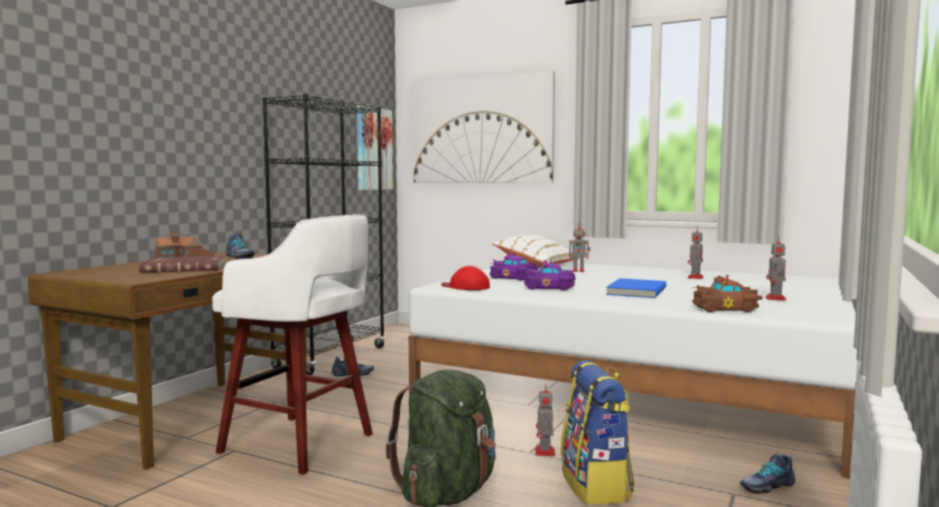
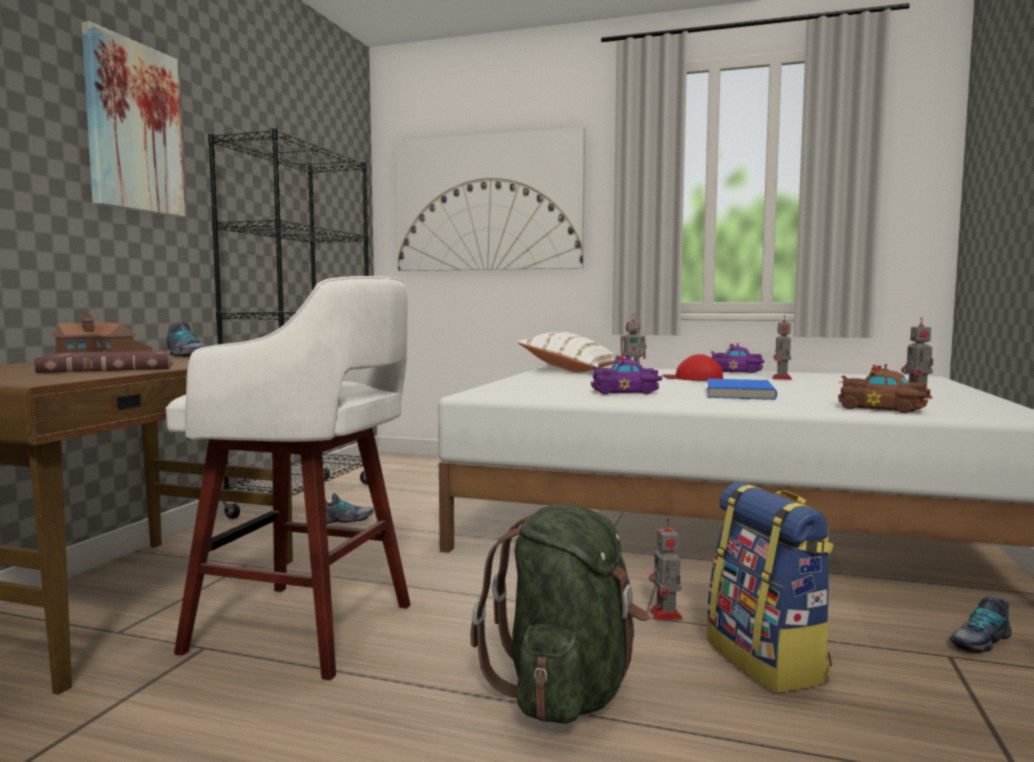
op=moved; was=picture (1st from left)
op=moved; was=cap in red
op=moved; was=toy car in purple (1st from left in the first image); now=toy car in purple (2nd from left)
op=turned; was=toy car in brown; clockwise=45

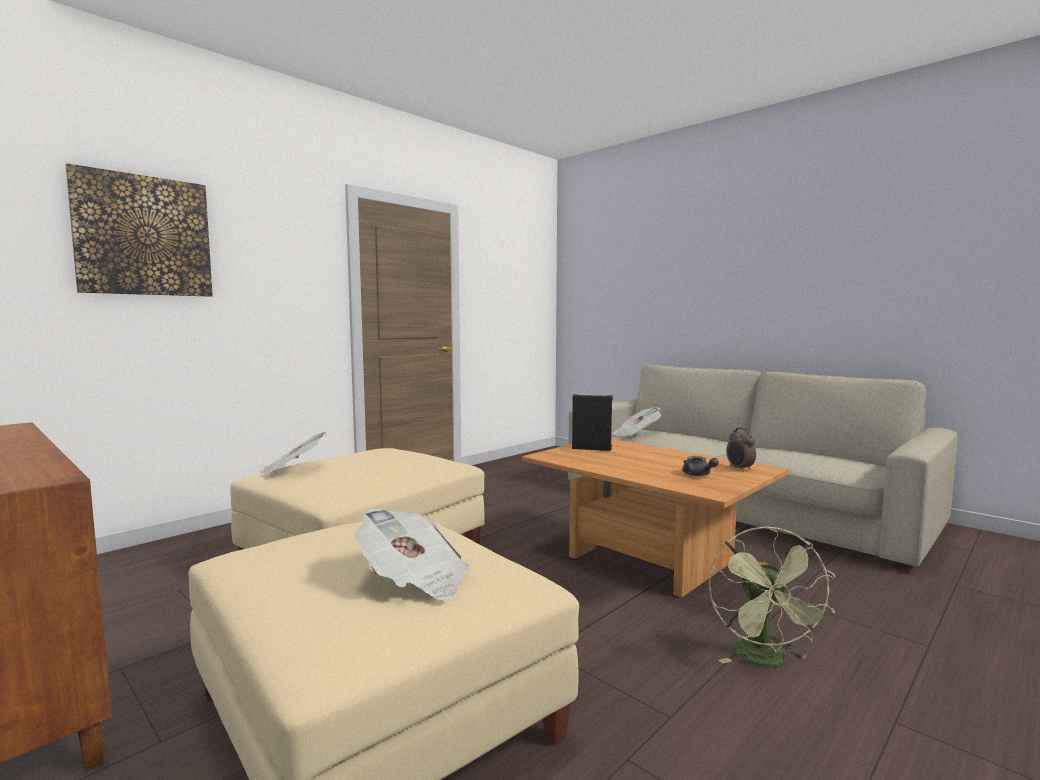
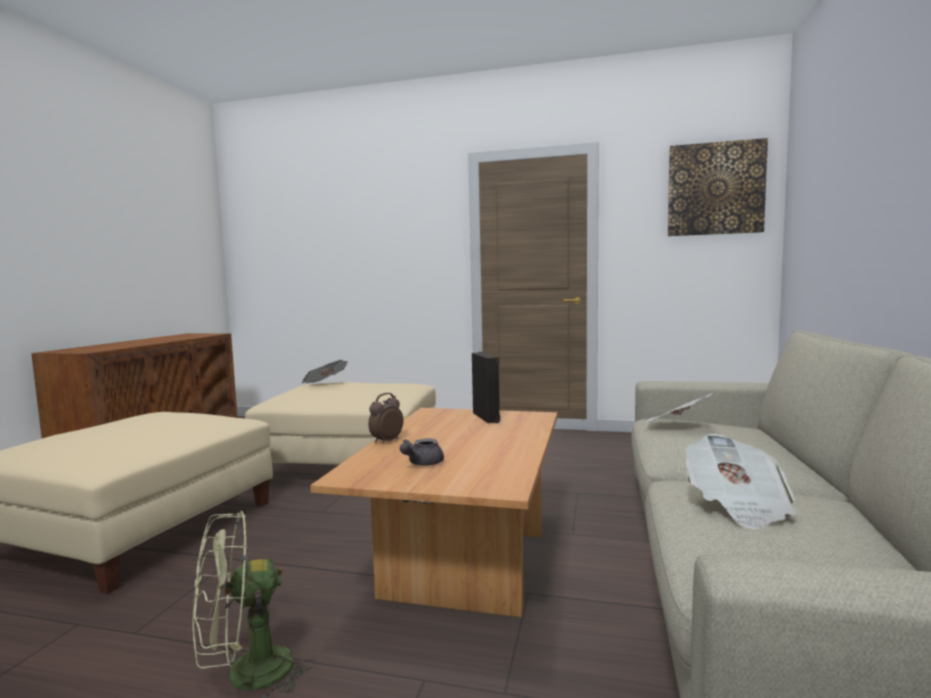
op=moved; was=alarm clock
op=moved; was=picture
op=moved; was=newspaper (2nd from left in the first image); now=newspaper (3rd from left)

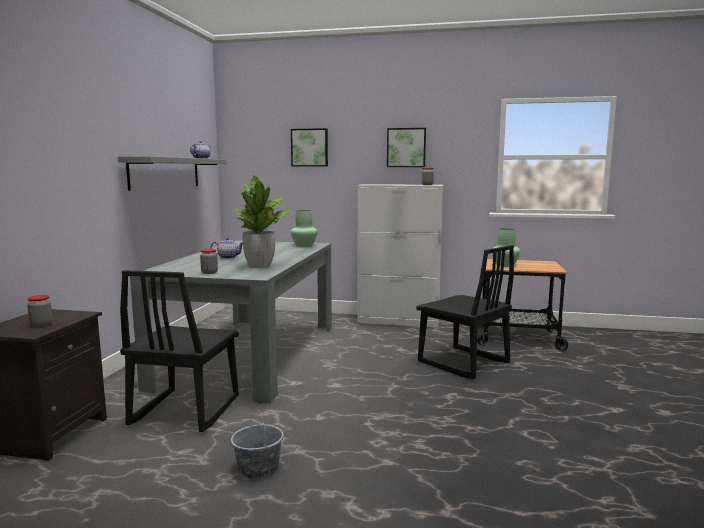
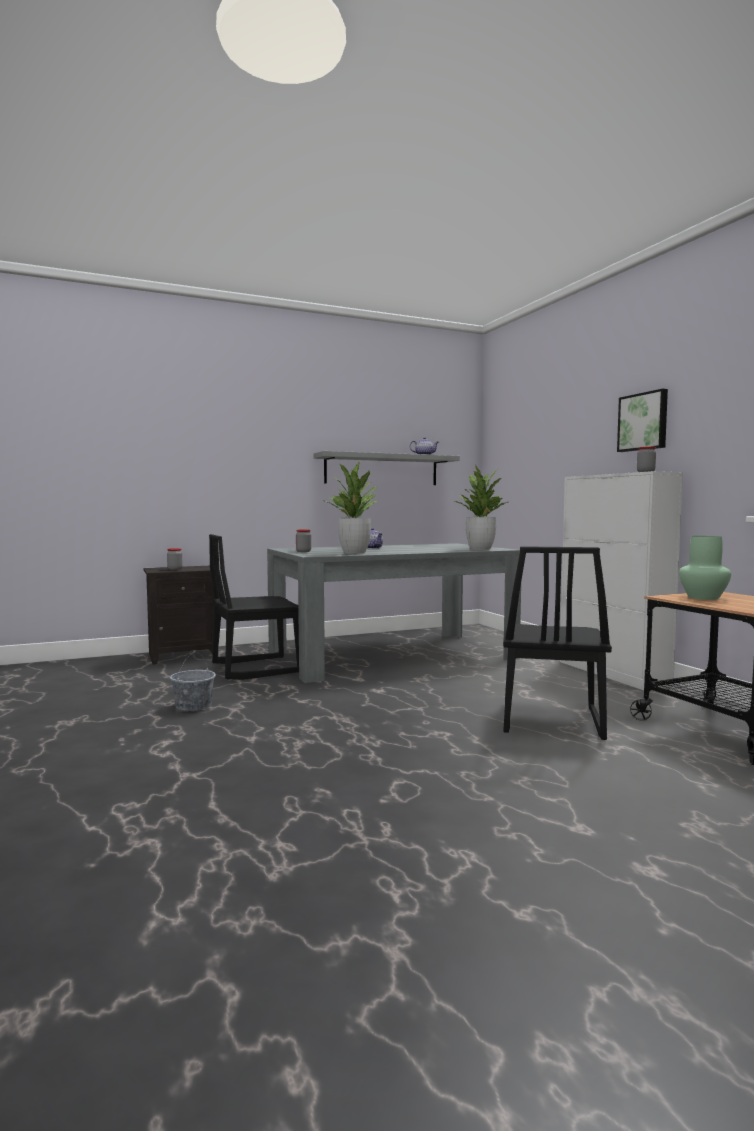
op=replaced; was=vase in green (1st from left); now=potted plant (2nd from left)
op=removed; was=picture (1st from left)

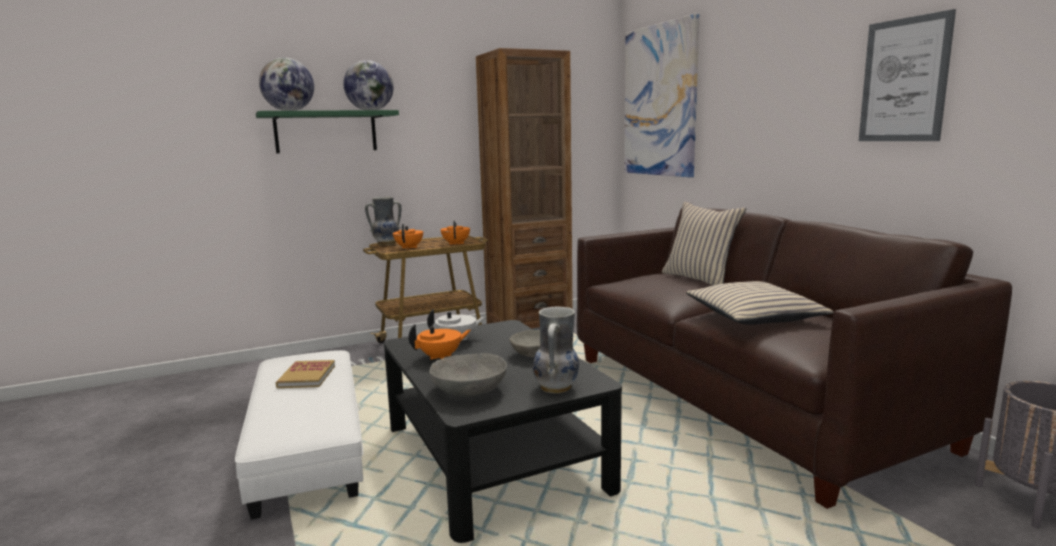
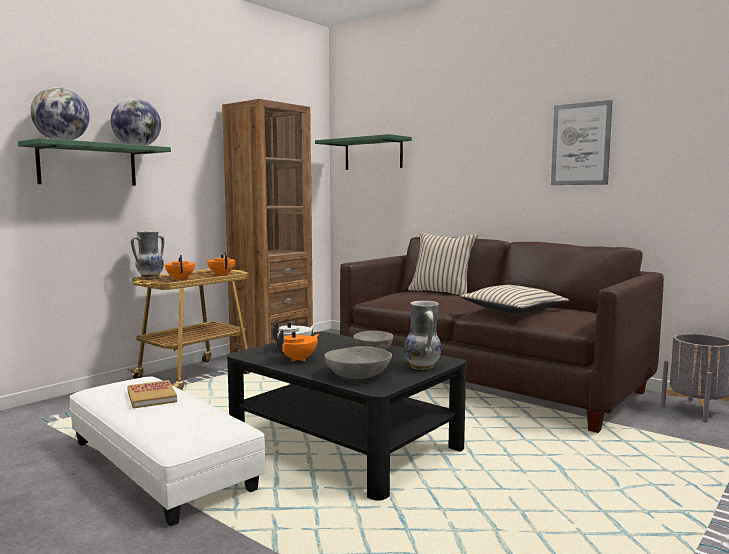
op=replaced; was=picture (1st from left); now=shelf in green (2nd from left)

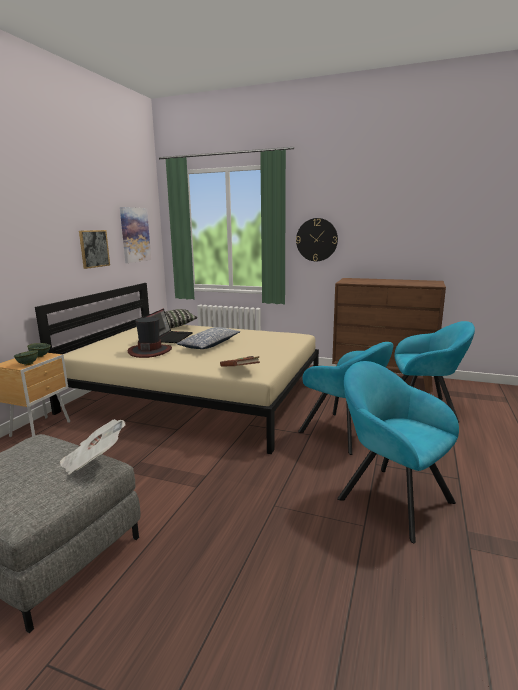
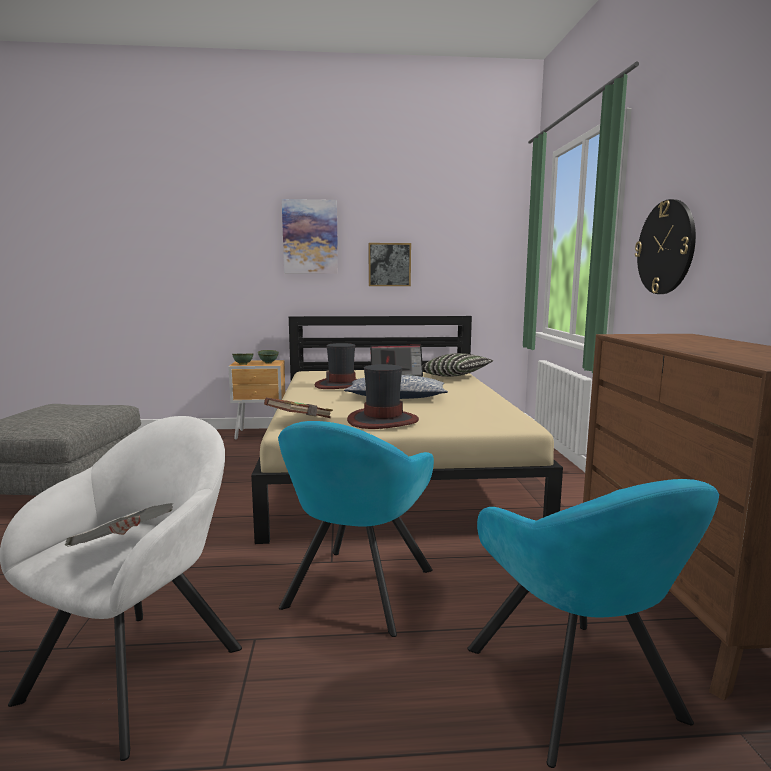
op=recoloured; was=armchair in turquoise (2nd from left); now=armchair in white
op=moved; was=newspaper
op=moved; was=picture (2nd from left in the first image); now=picture (1st from left)
op=added; now=hat (2nd from left)

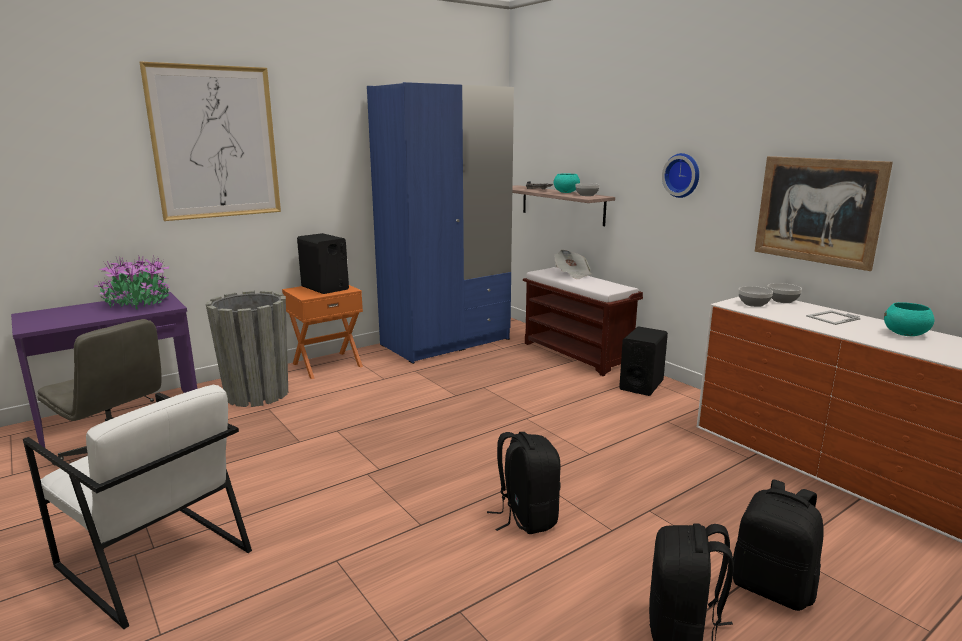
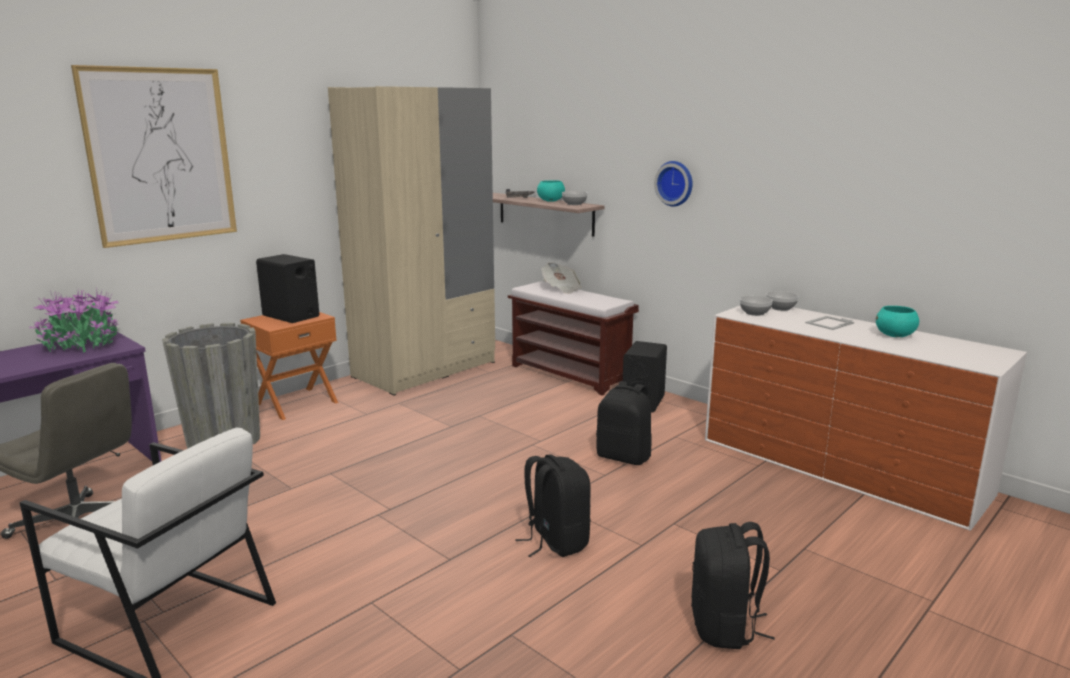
op=recoloured; was=wardrobe in blue; now=wardrobe in beige
op=moved; was=backpack in black (3rd from left in the first image); now=backpack in black (2nd from left)
op=removed; was=picture (2nd from left)

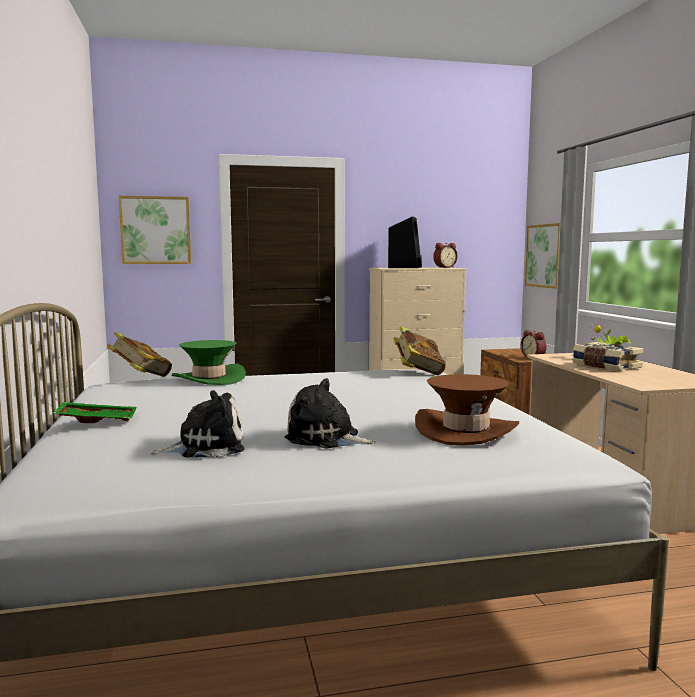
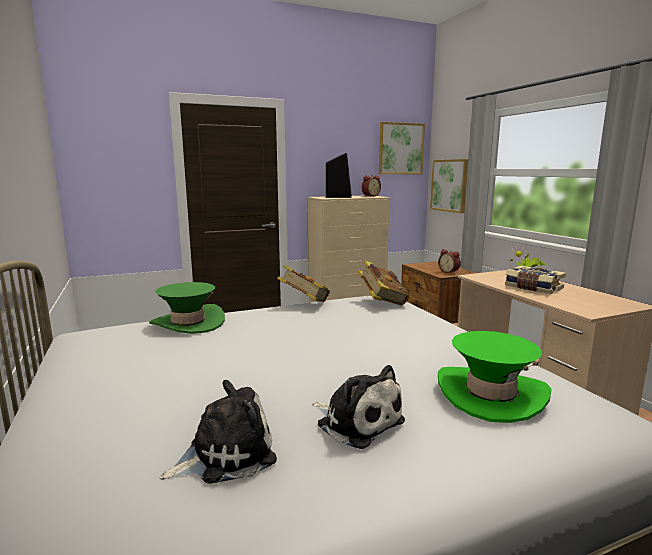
op=moved; was=book (1st from left)
op=turned; was=plush toy (2nd from left); clockwise=-150
op=moved; was=picture (1st from left)
op=recoloured; was=hat in brown; now=hat in green (2nd from left)
op=removed; was=tray in green

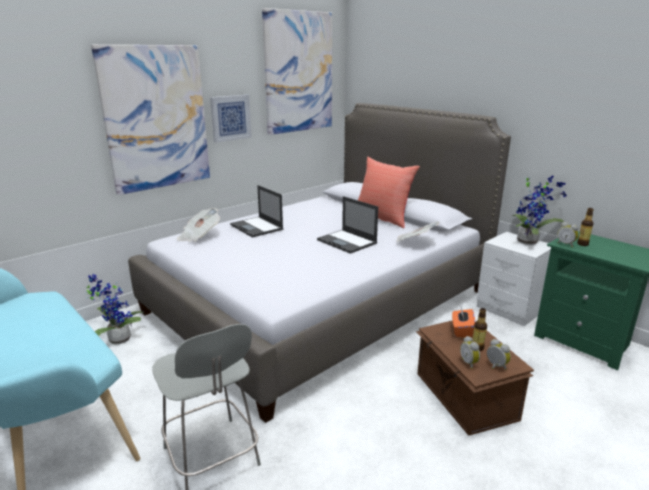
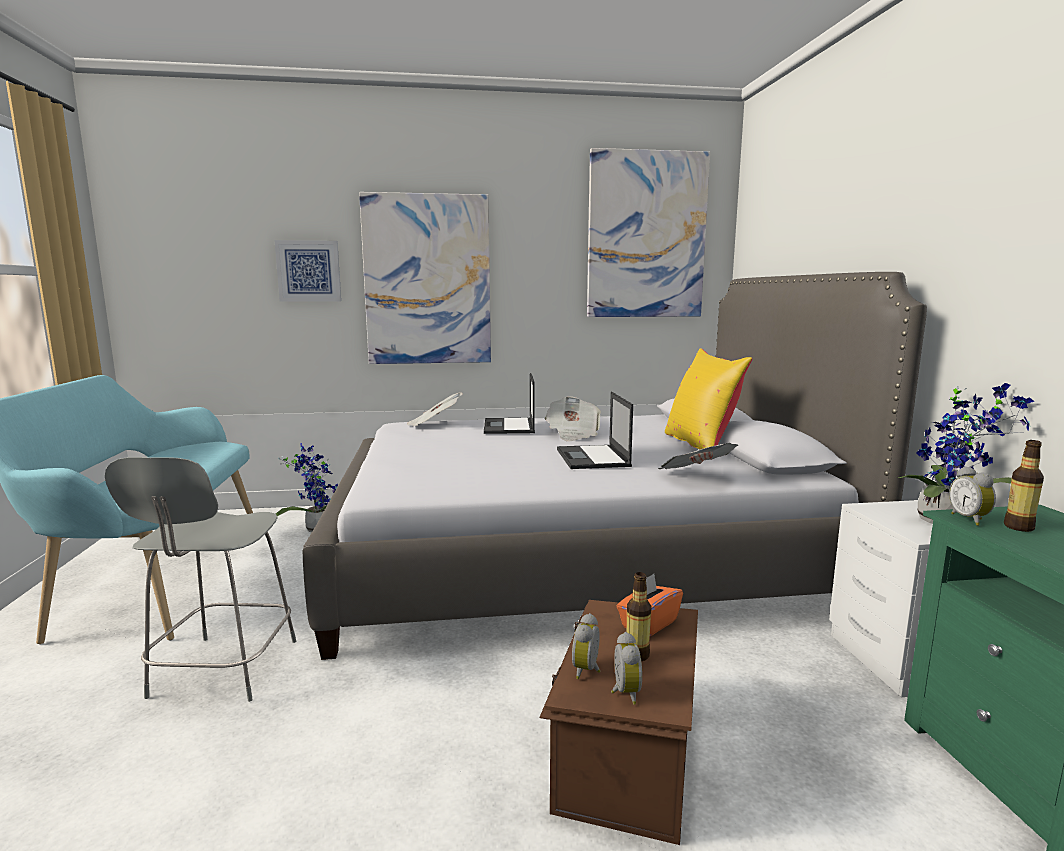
op=moved; was=picture (2nd from left in the first image); now=picture (1st from left)
op=added; now=newspaper (2nd from left)
op=recoloured; was=pillow in red; now=pillow in yellow

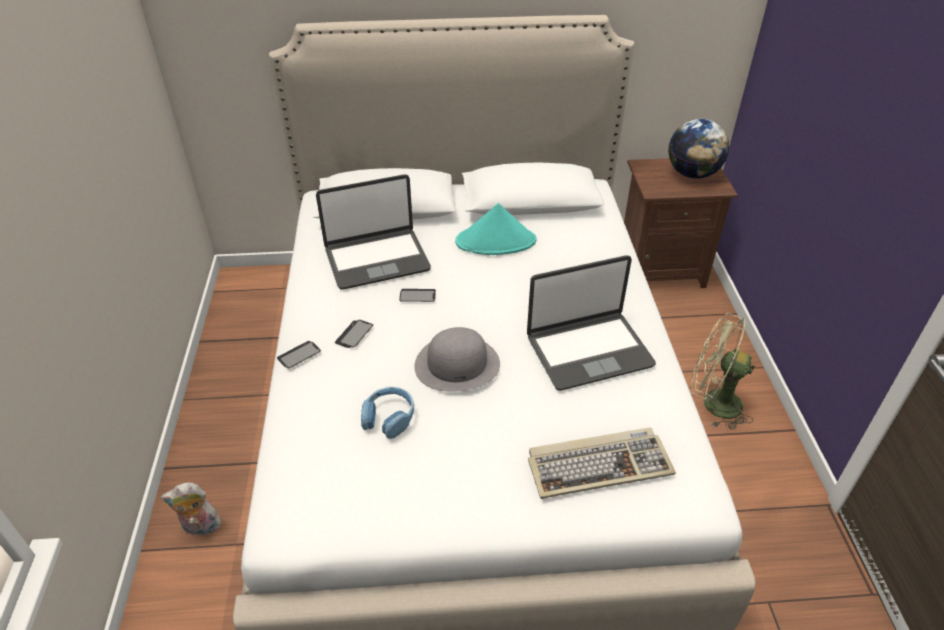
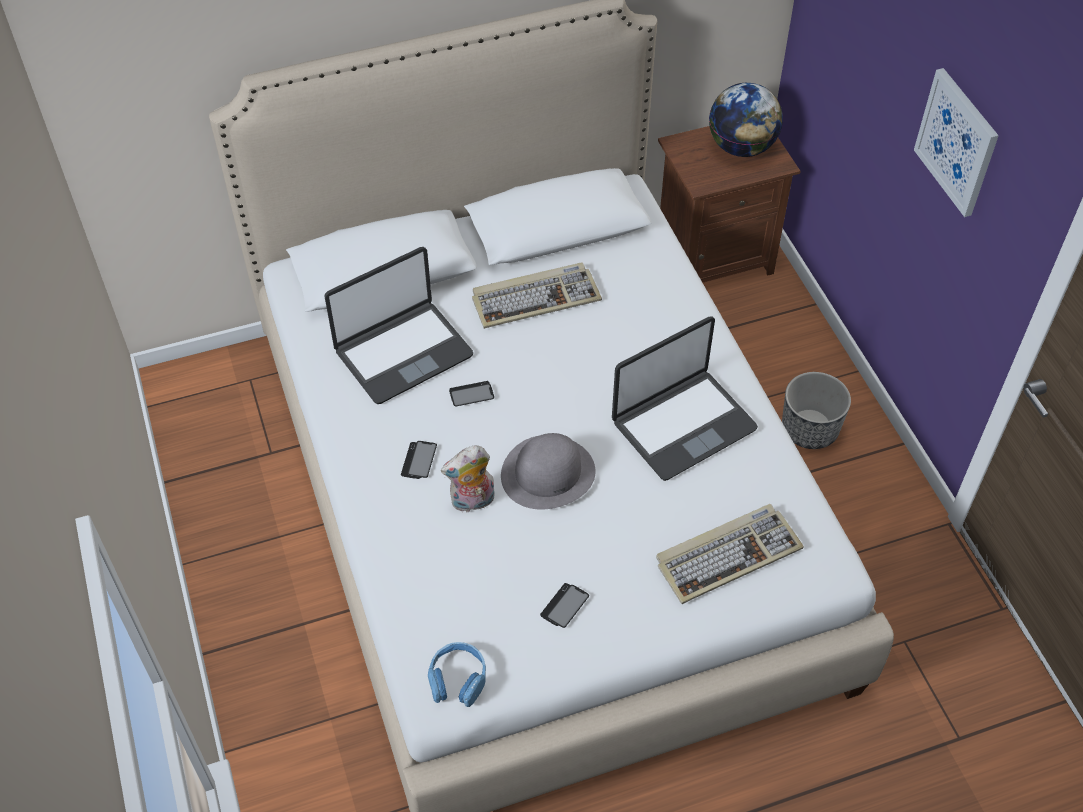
op=moved; was=headphones in blue
op=moved; was=plush toy
op=replaced; was=hat in turquoise; now=keyboard (1st from left)
op=moved; was=phone (1st from left in the first image); now=phone (3rd from left)
op=replaced; was=fan in green; now=planter
op=added; now=picture

